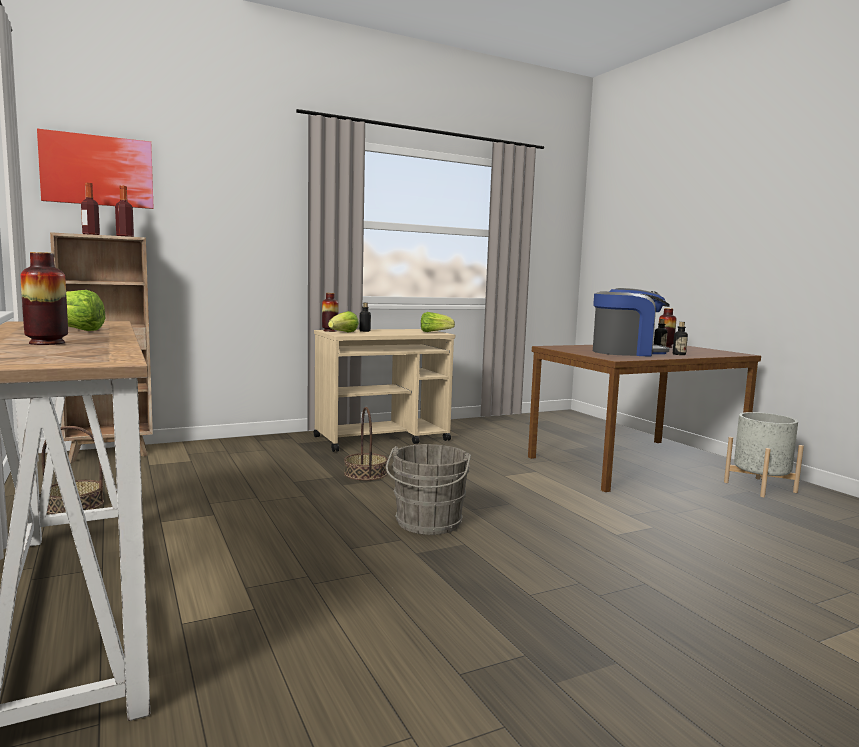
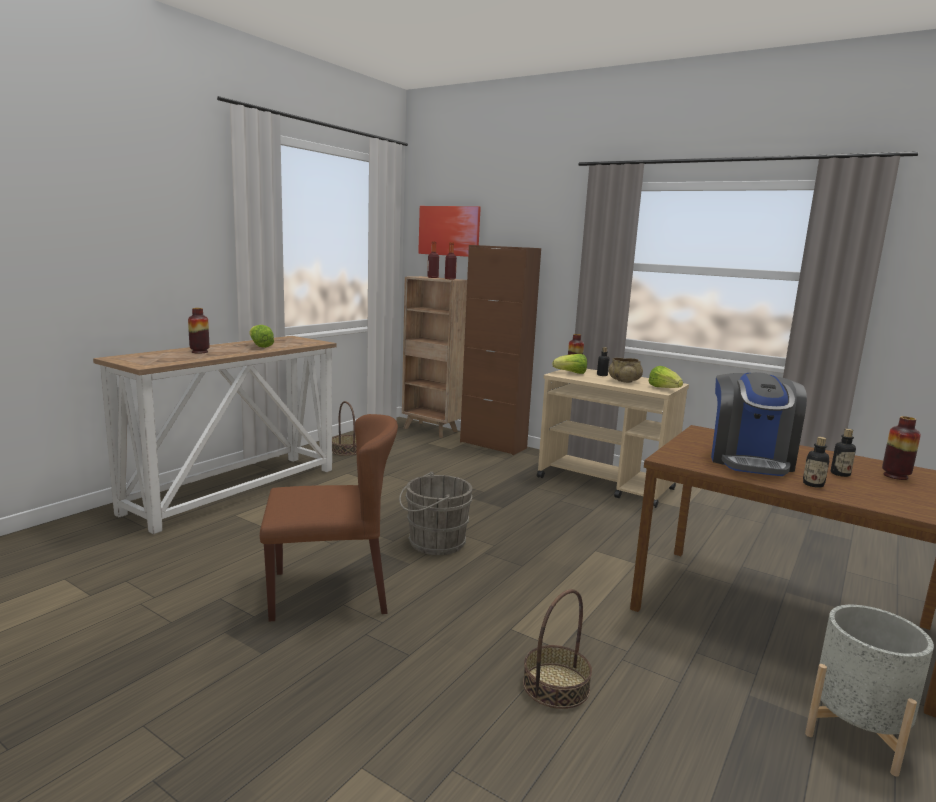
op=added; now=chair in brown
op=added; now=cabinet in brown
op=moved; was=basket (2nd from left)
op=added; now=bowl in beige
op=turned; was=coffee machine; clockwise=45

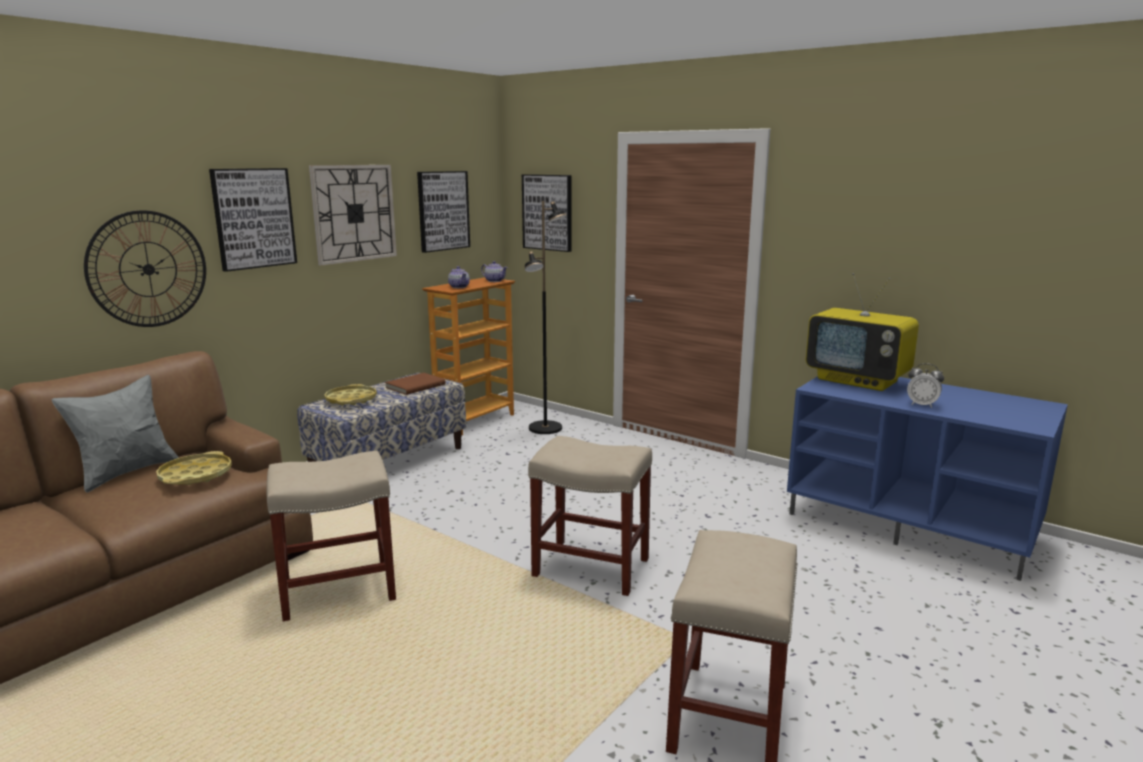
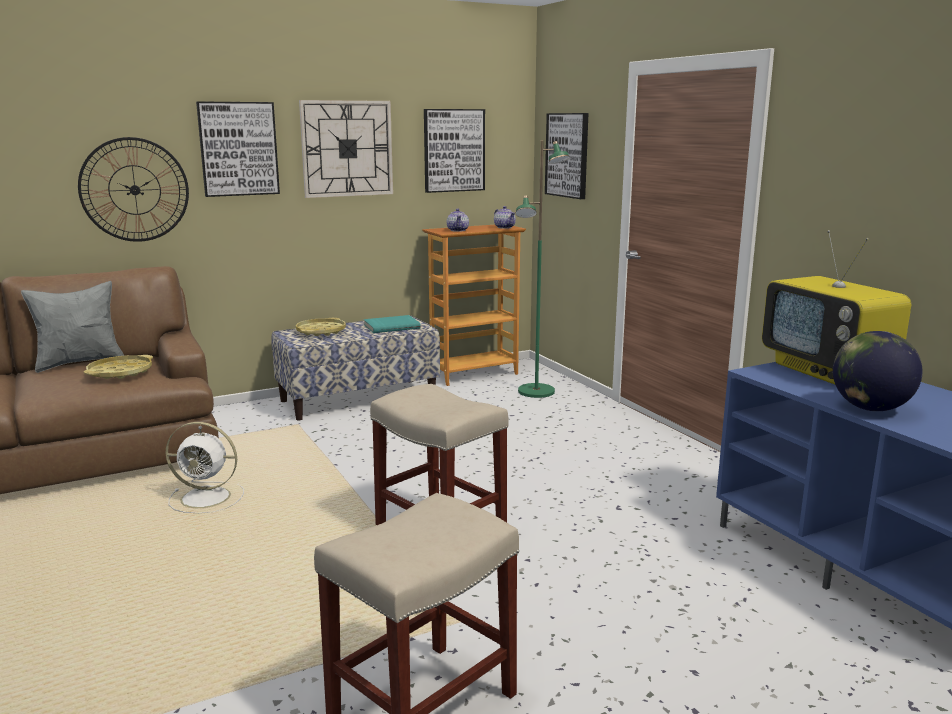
op=replaced; was=stool in beige (1st from left); now=fan in white
op=recoloured; was=book in brown; now=book in turquoise
op=recoloured; was=floor lamp in black; now=floor lamp in green
op=replaced; was=alarm clock; now=globe

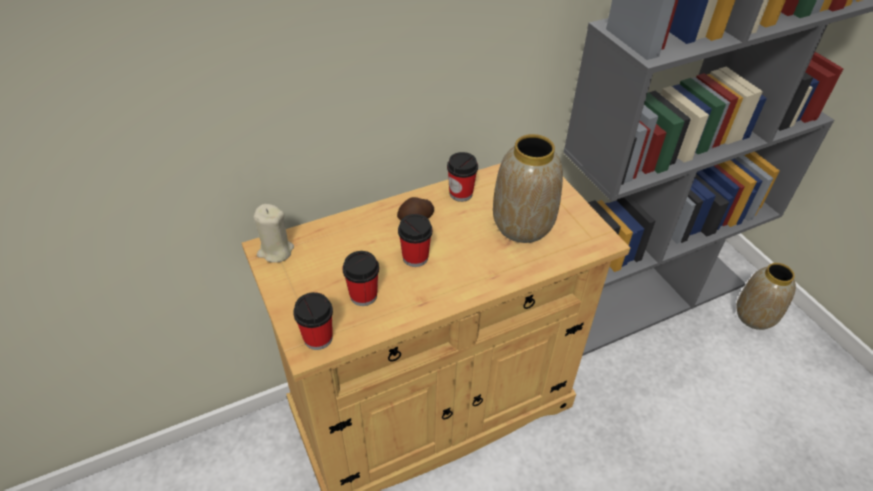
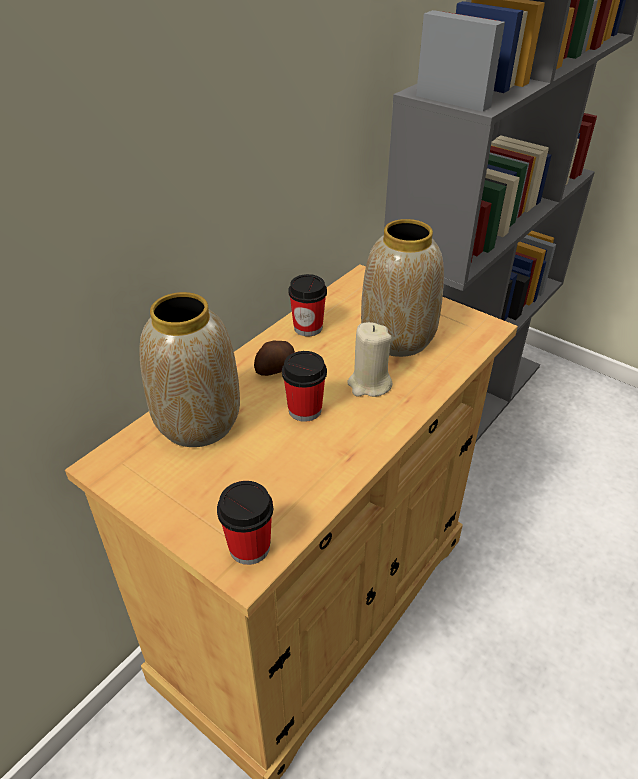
op=moved; was=vase (2nd from left in the first image); now=vase (1st from left)
op=moved; was=candle in beige
op=removed; was=cup (2nd from left)

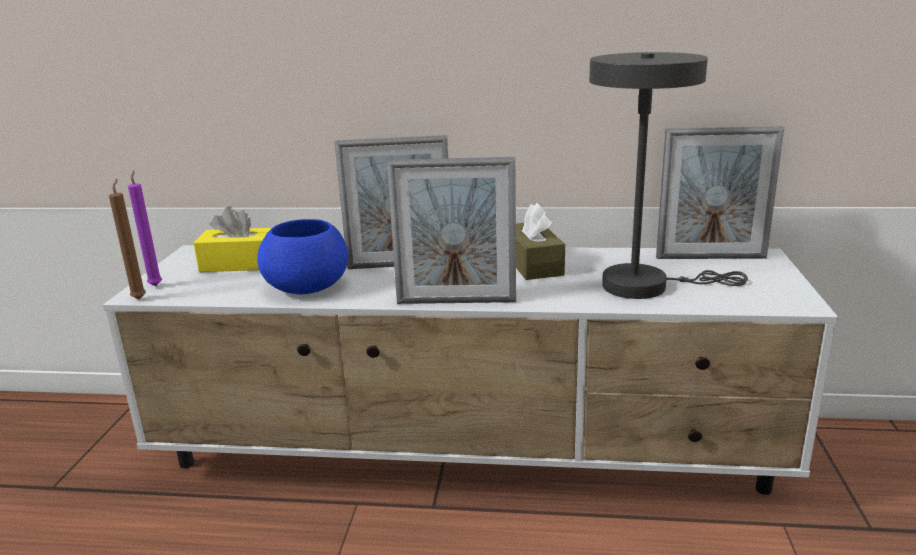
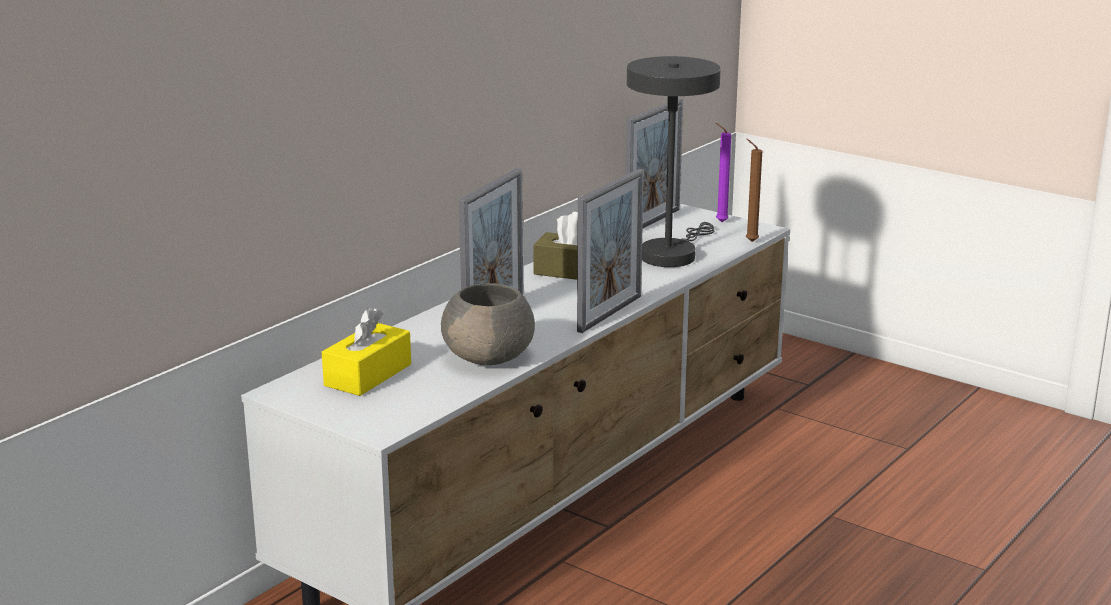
op=recoloured; was=bowl in blue; now=bowl in grey
op=moved; was=candle in purple
op=moved; was=candle in brown

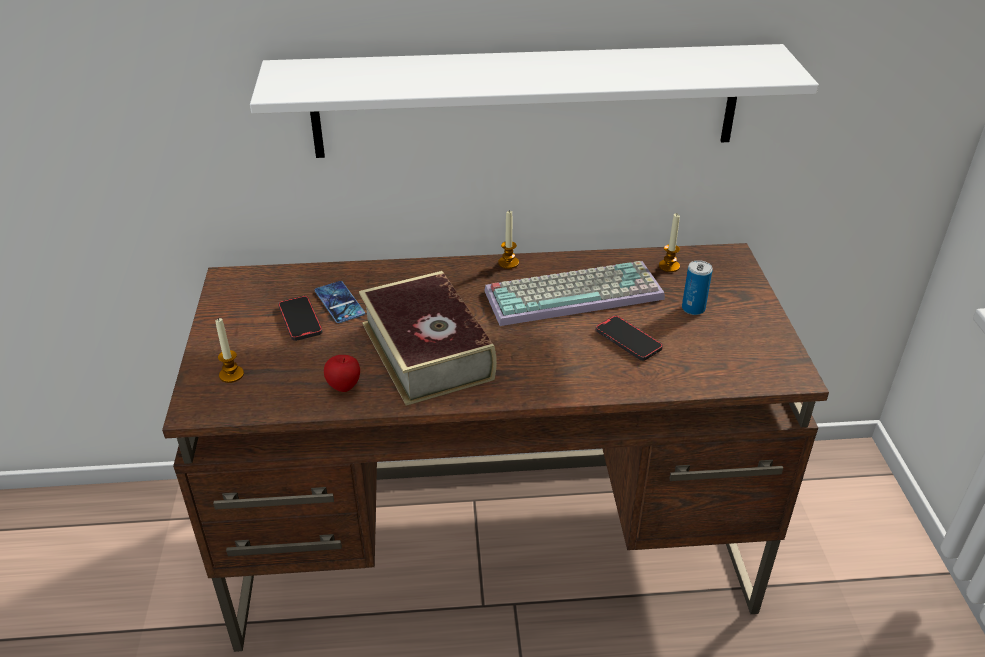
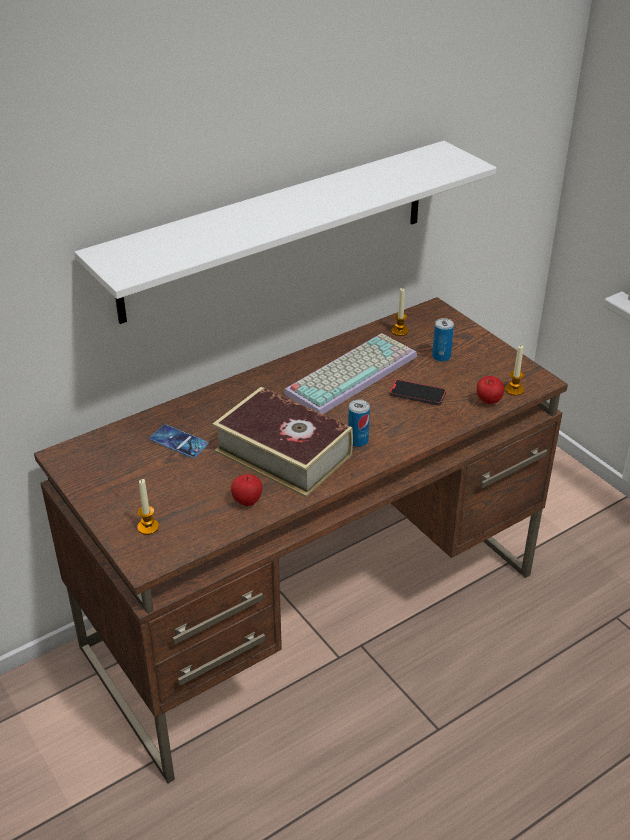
op=added; now=can (1st from left)
op=added; now=apple (2nd from left)
op=moved; was=candle (2nd from left in the first image); now=candle (3rd from left)
op=removed; was=phone (1st from left)

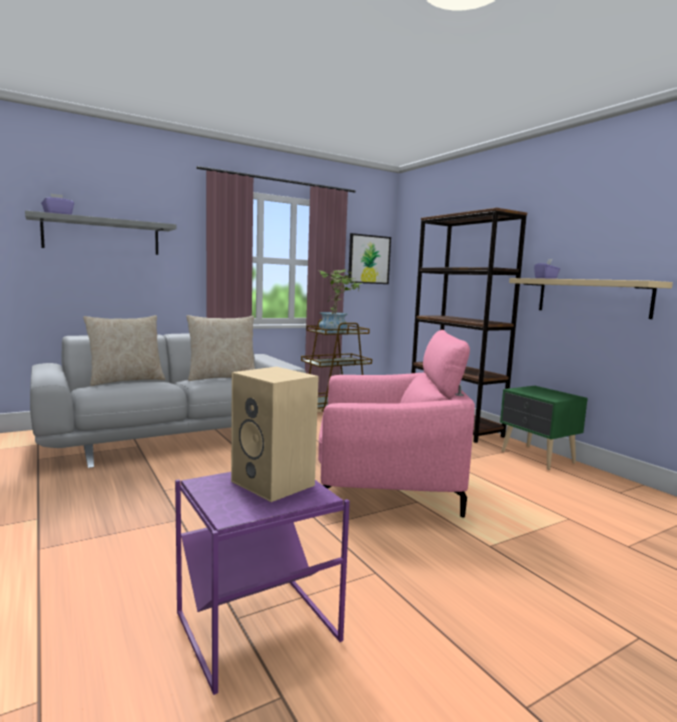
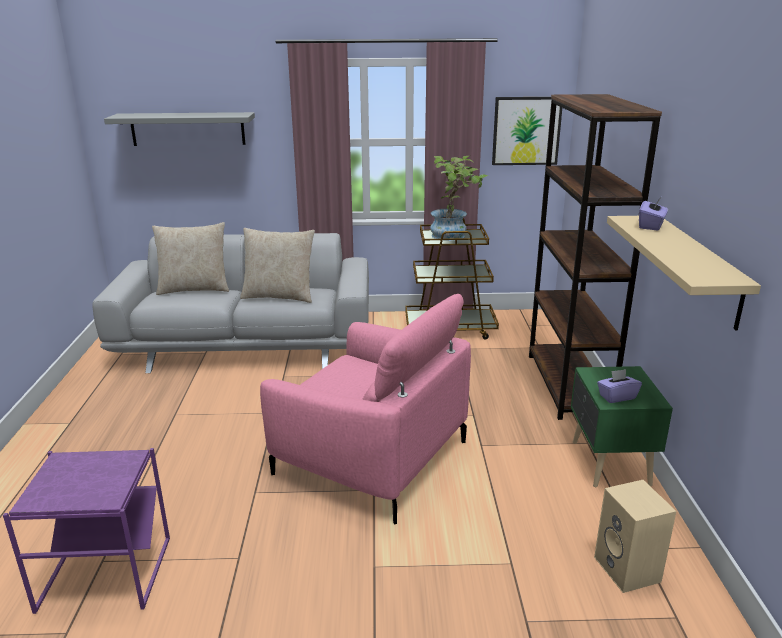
op=moved; was=speaker in beige
op=moved; was=tissue box in purple (1st from left)

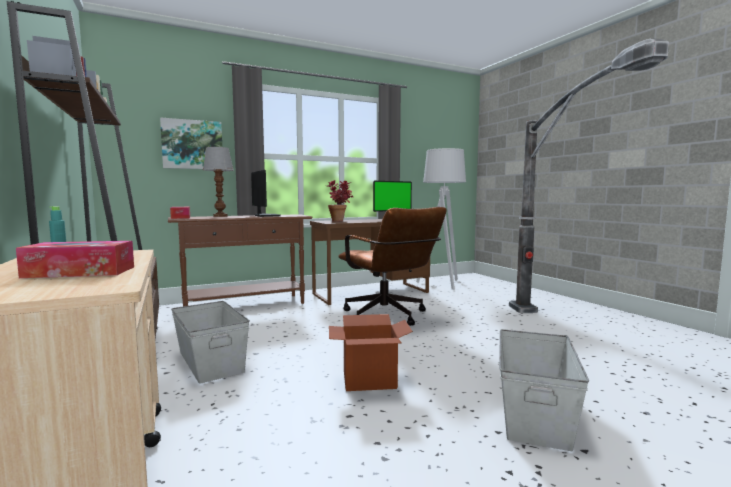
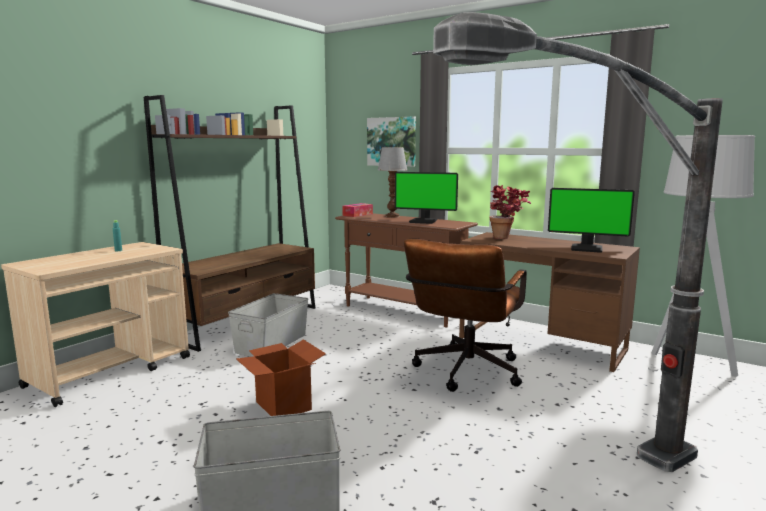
op=turned; was=monitor (1st from left); clockwise=75
op=removed; was=tissue box (1st from left)

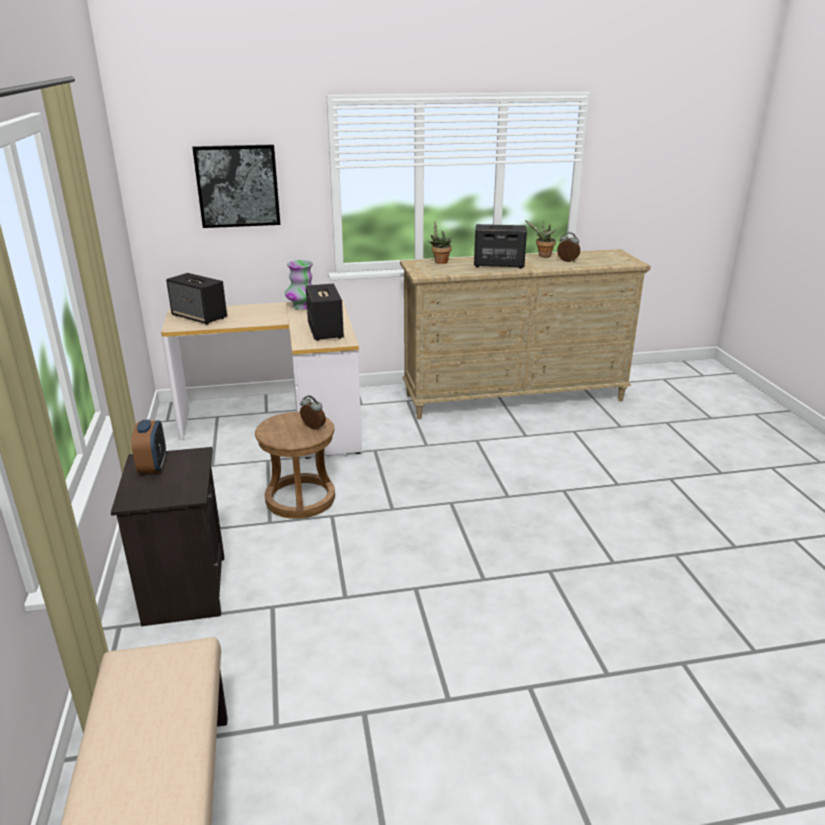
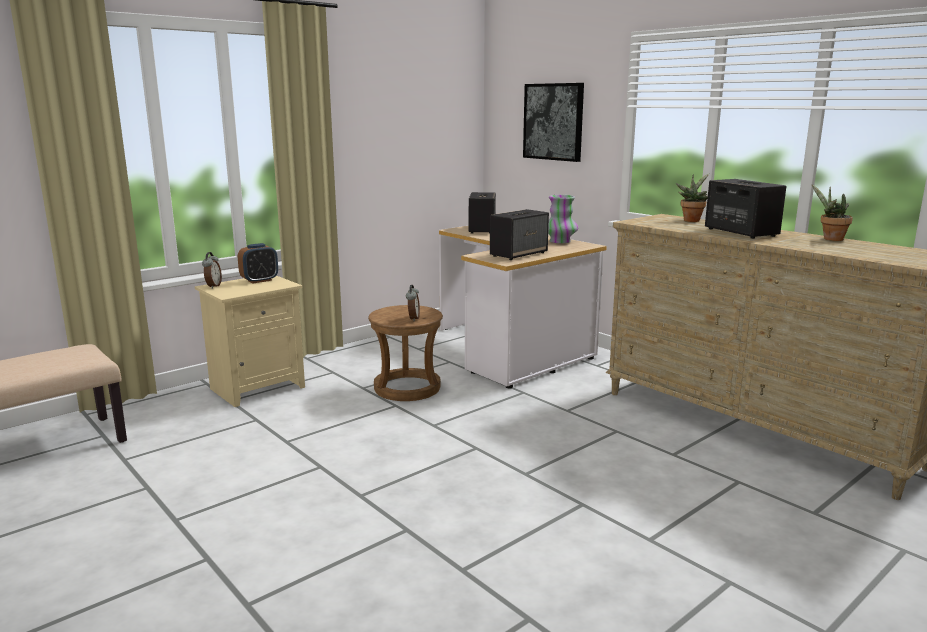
op=recoloured; was=nightstand in black; now=nightstand in beige
op=moved; was=alarm clock (3rd from left in the first image); now=alarm clock (1st from left)

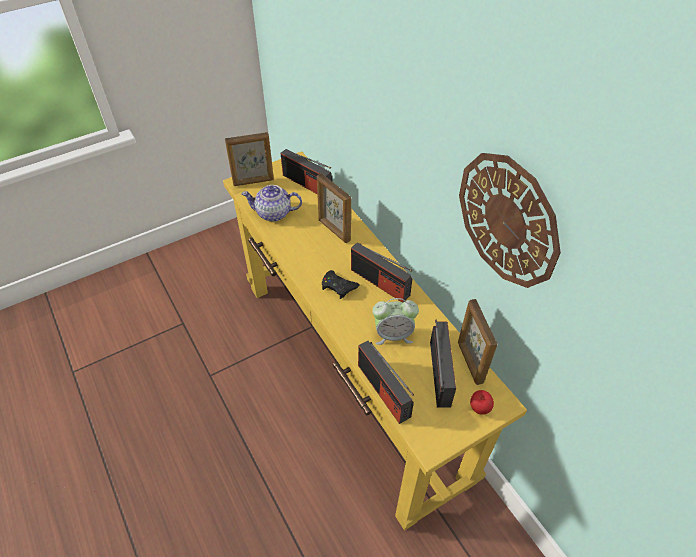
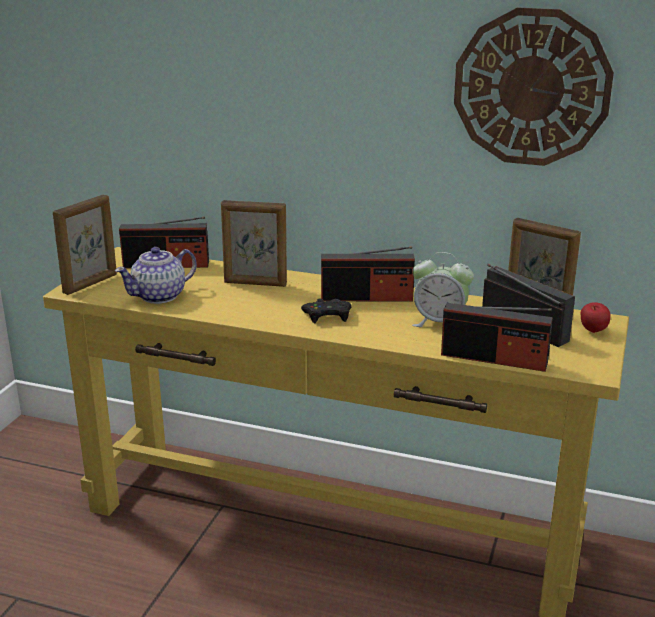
op=turned; was=alarm clock; clockwise=60

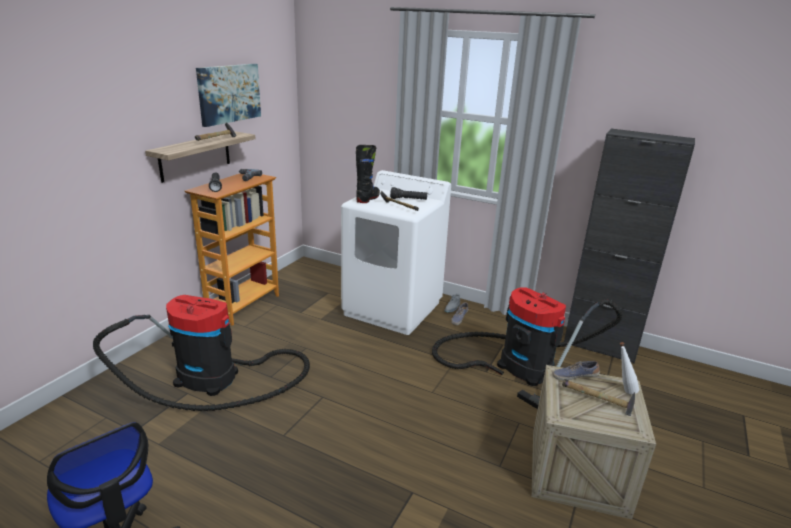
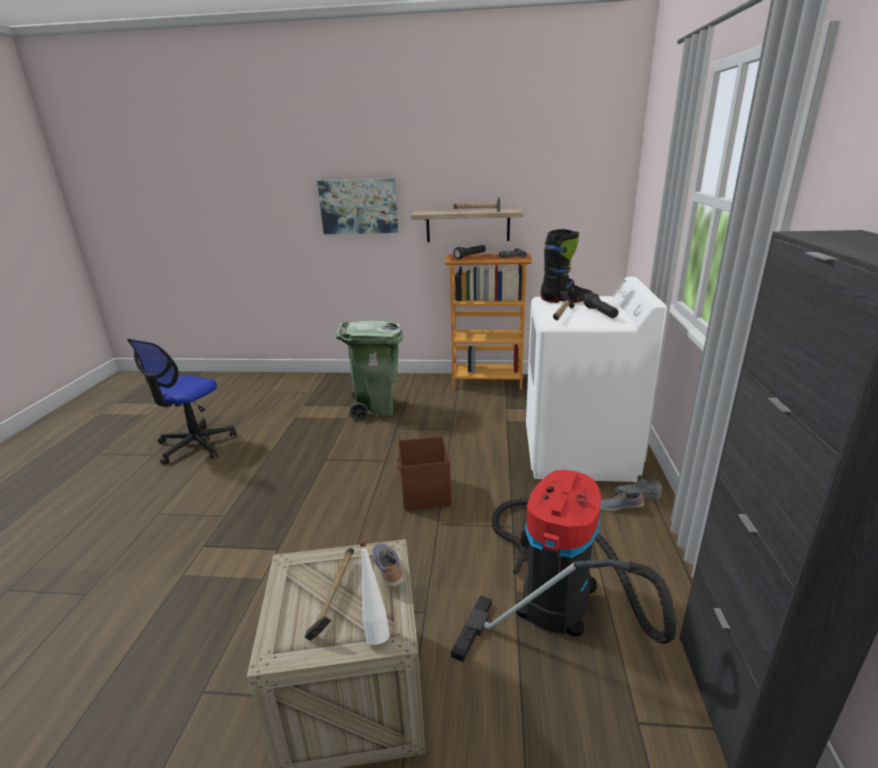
op=moved; was=picture
op=replaced; was=vacuum cleaner (1st from left); now=trash can in green
op=added; now=storage box in brown

